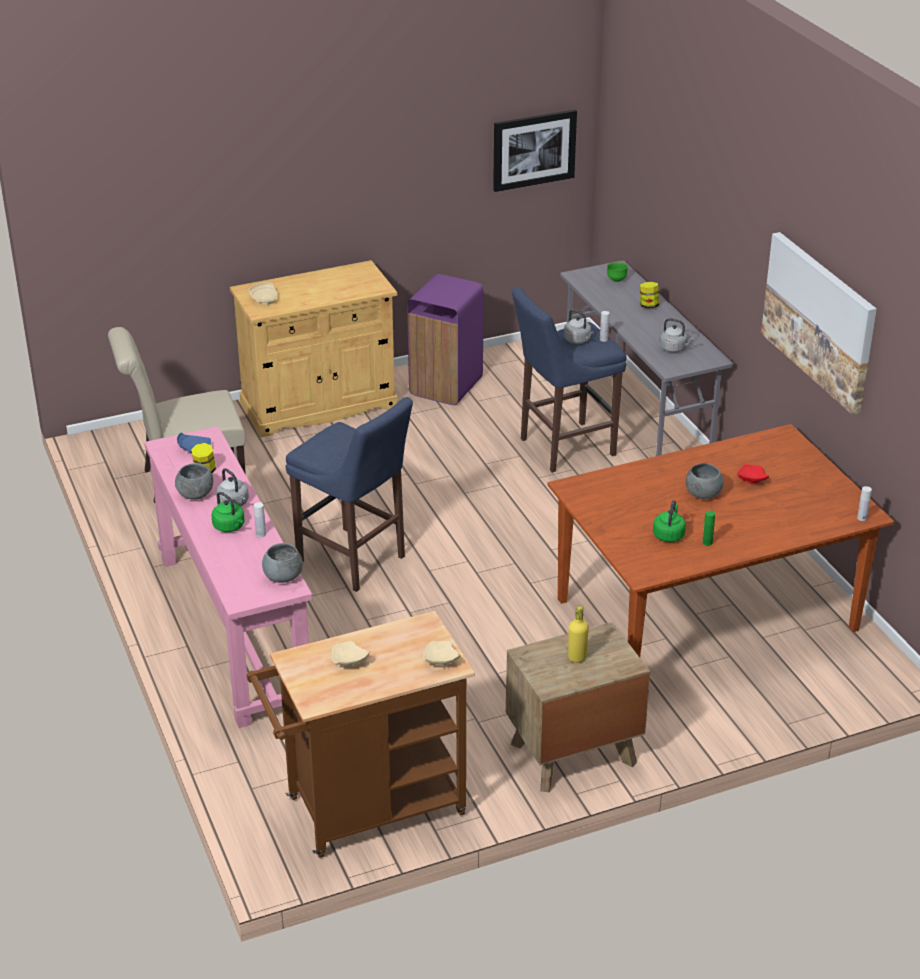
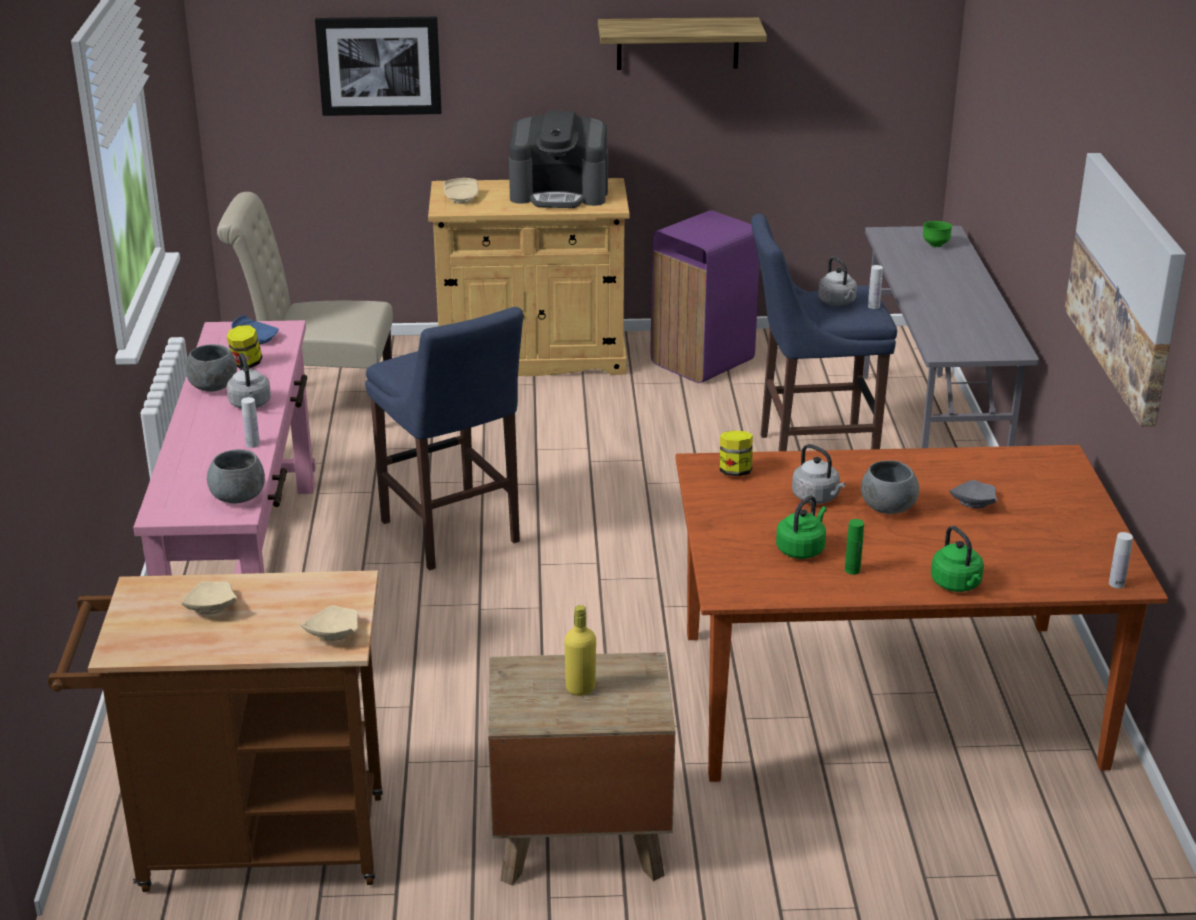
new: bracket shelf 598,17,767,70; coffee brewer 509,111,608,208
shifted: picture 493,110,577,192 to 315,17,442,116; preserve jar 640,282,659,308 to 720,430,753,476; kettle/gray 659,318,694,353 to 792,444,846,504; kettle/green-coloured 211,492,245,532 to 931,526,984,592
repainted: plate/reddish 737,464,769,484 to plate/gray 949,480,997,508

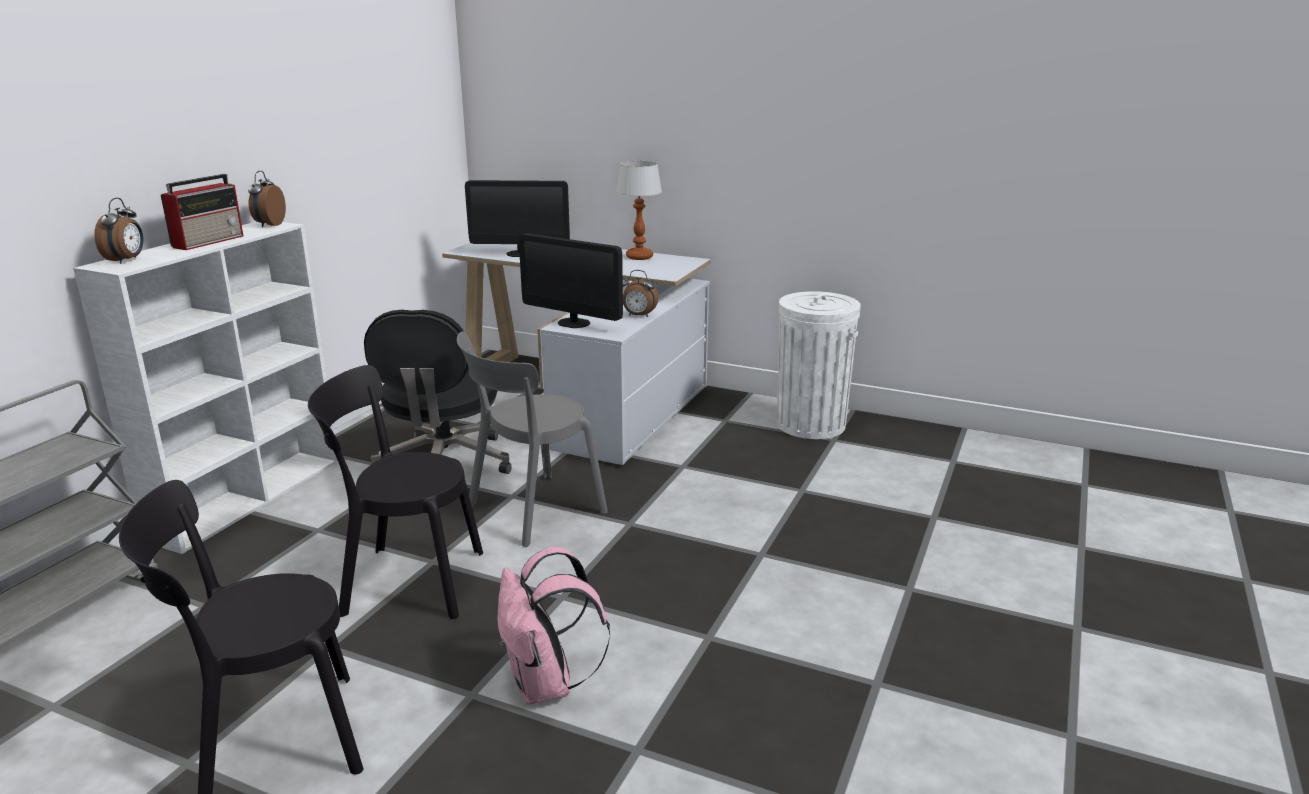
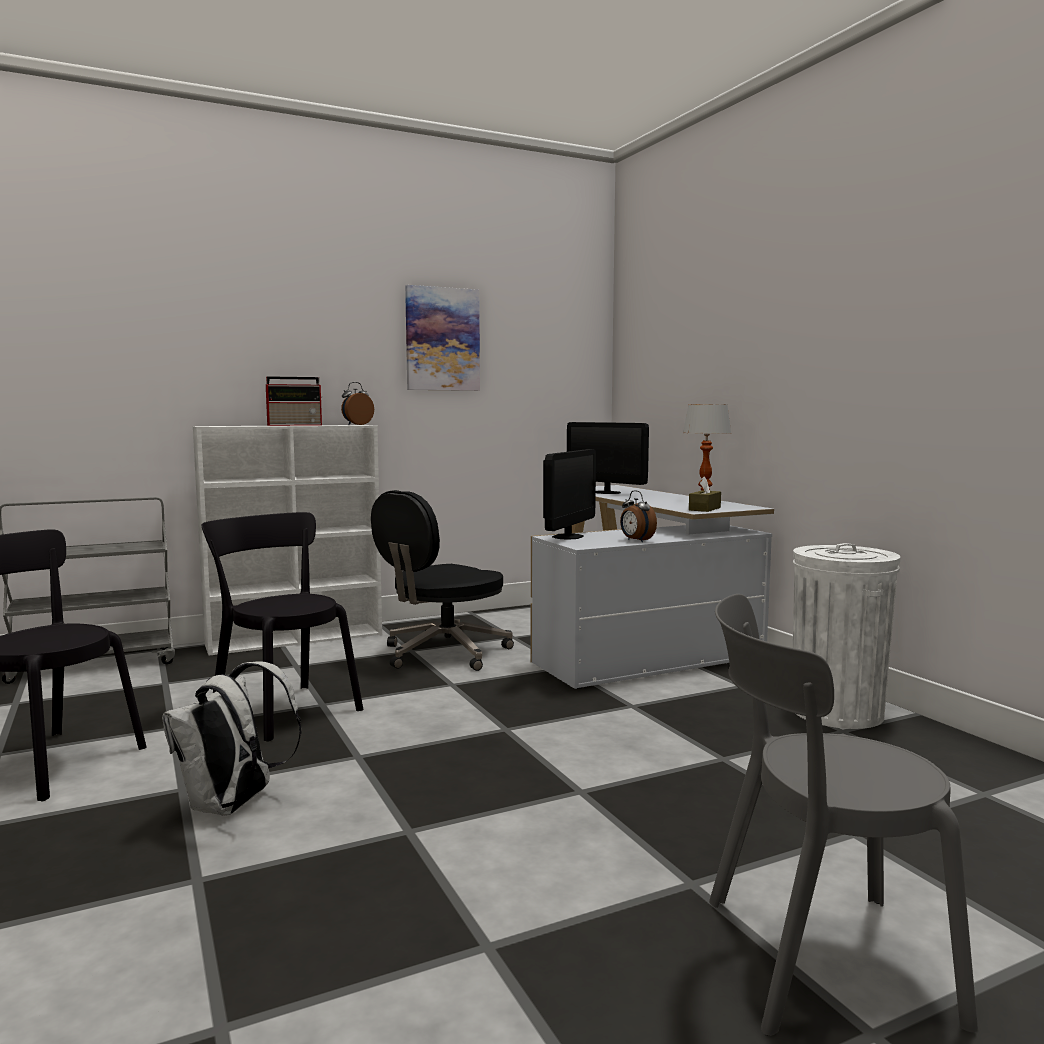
gone: table clock 94,198,143,264
new: picture 405,285,480,391; box of tissues/brownish 689,476,721,512
shifted: chair/gray 457,331,608,547 to 709,594,978,1036
repainted: rucksack/pink 497,547,610,705 to rucksack/white 162,661,302,816
rotated: computer display 519,233,623,328 = 543,449,596,539 135 degrees counterclockwise

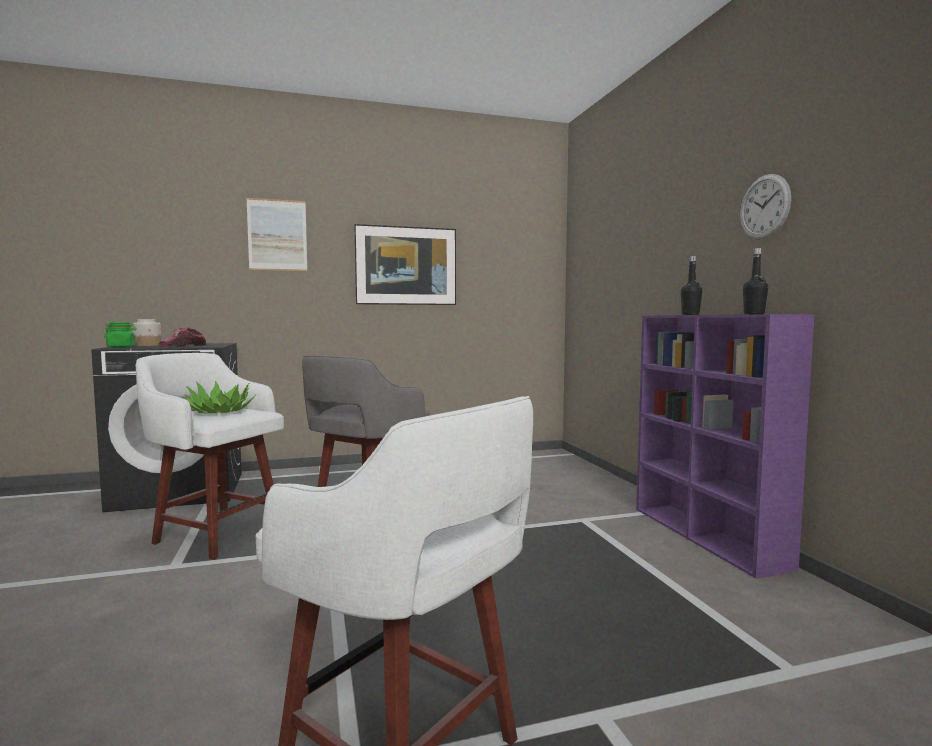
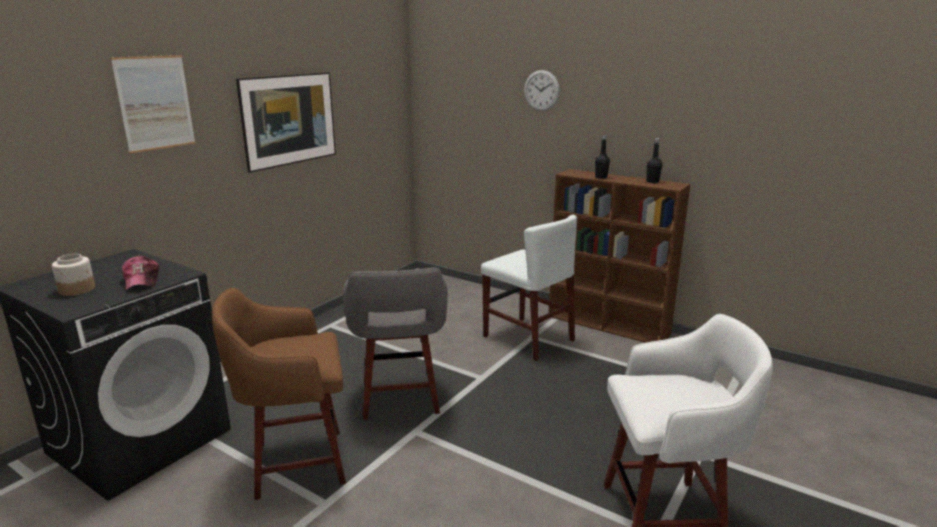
gone: preserve jar/green-coloured 104,322,137,348; houseplant 184,381,257,414
new: chair/white 481,215,577,361
shifted: clock on the wall 740,174,791,239 to 524,70,560,111
repainted: bookshelf/purple-coloured 636,314,814,579 to bookshelf/brownish 549,169,690,343; stool/white 135,353,284,560 to stool/brownish 212,288,346,500

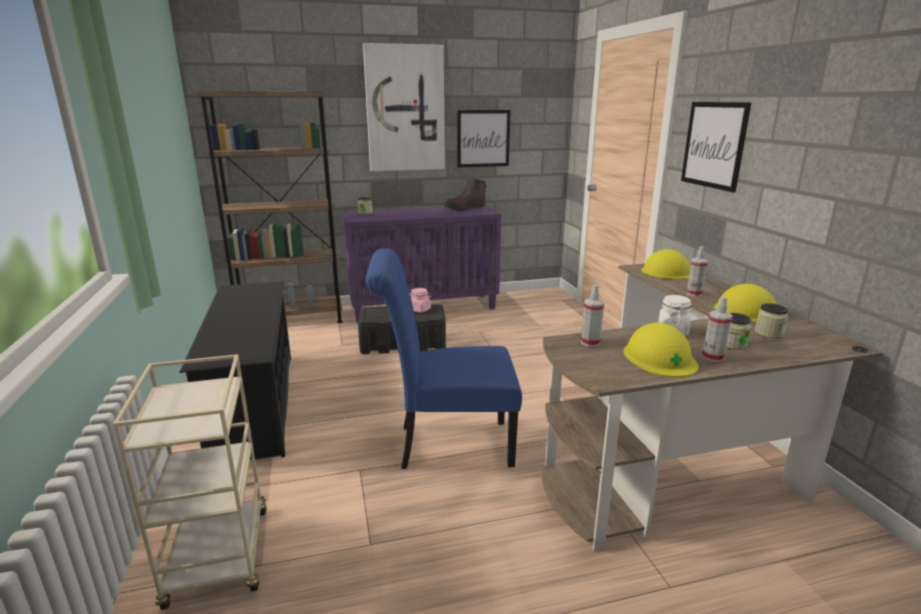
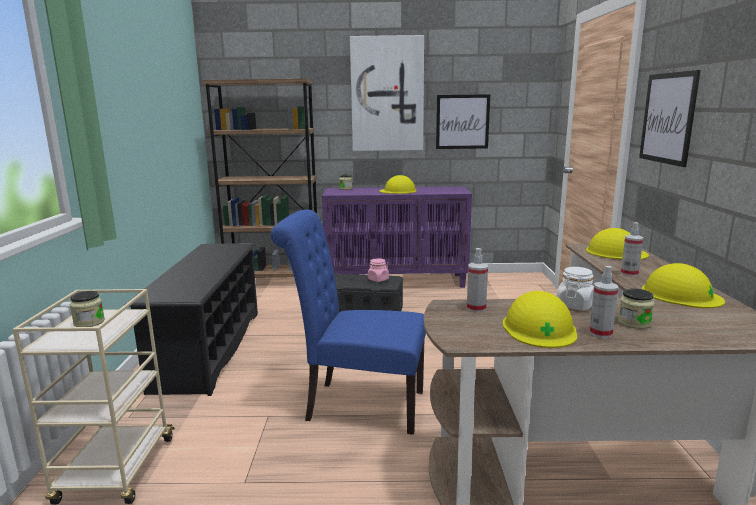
gone: tall boot/brownish 445,178,487,212
new: hard hat/yellow 379,175,417,194
shifted: preserve jar 755,303,788,338 to 70,291,105,327

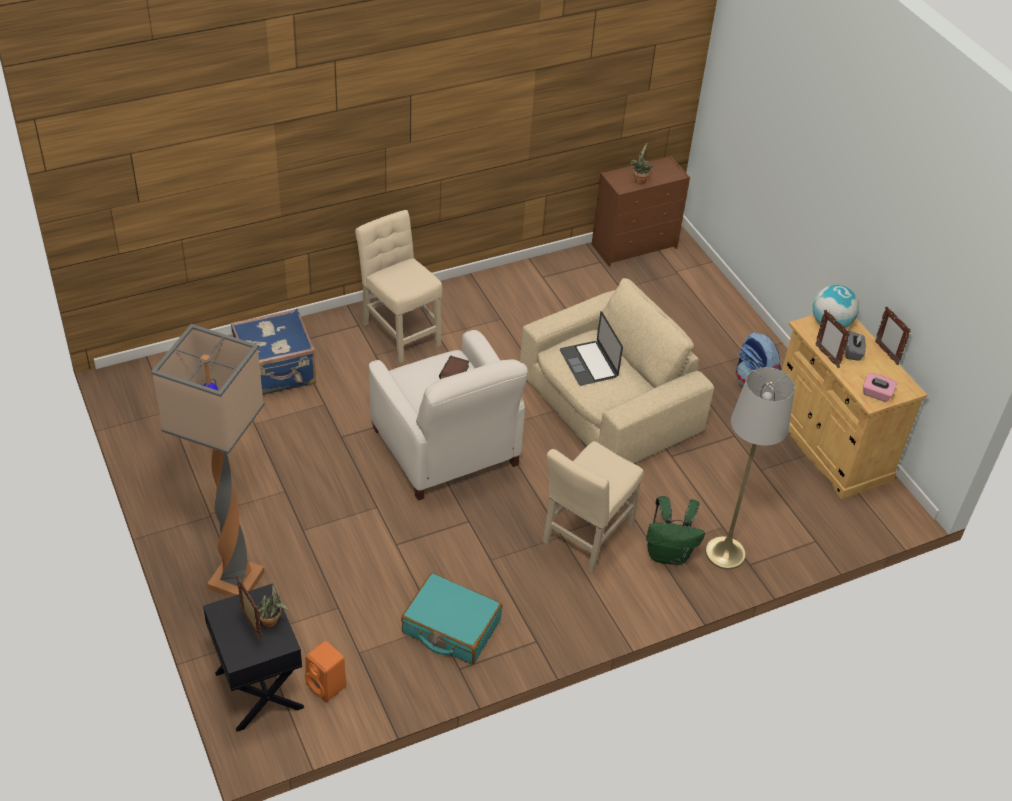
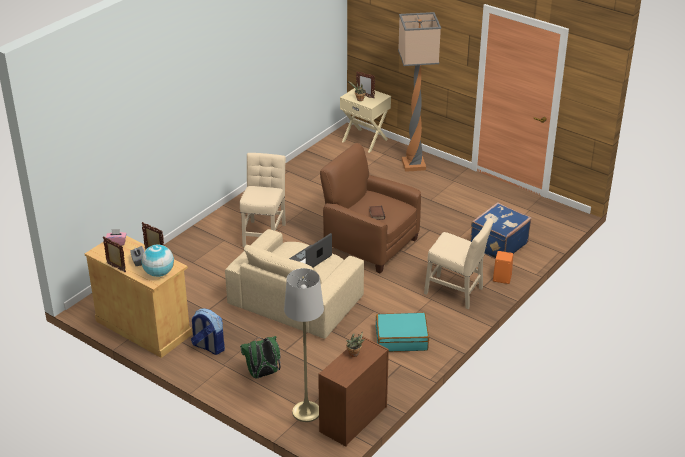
shifted: standing lamp/gray 705,367,795,570 to 284,268,324,422; rucksack/green-coloured 646,496,705,565 to 240,336,280,378; travel case/turquoise 401,573,502,664 to 376,313,429,352; speaker/orange-coloured 305,641,346,702 to 493,251,513,284
repainted: armchair/white 369,330,528,501 to armchair/brownish 320,143,421,273; night table/black-coloured 203,583,304,732 to night table/beige-coloured 340,88,391,153
rotated: portable computer 560,311,623,385 = 289,233,332,268 90 degrees counterclockwise

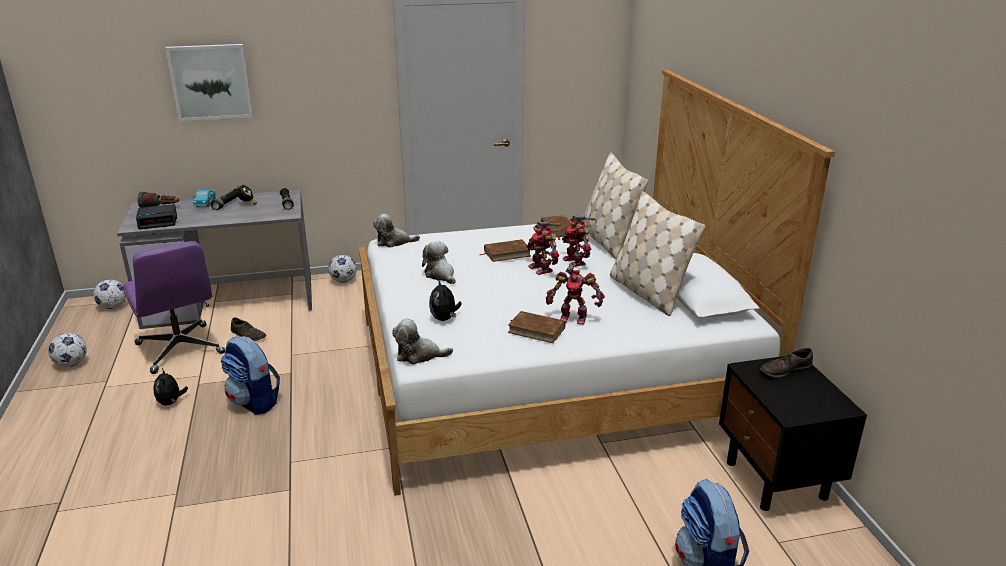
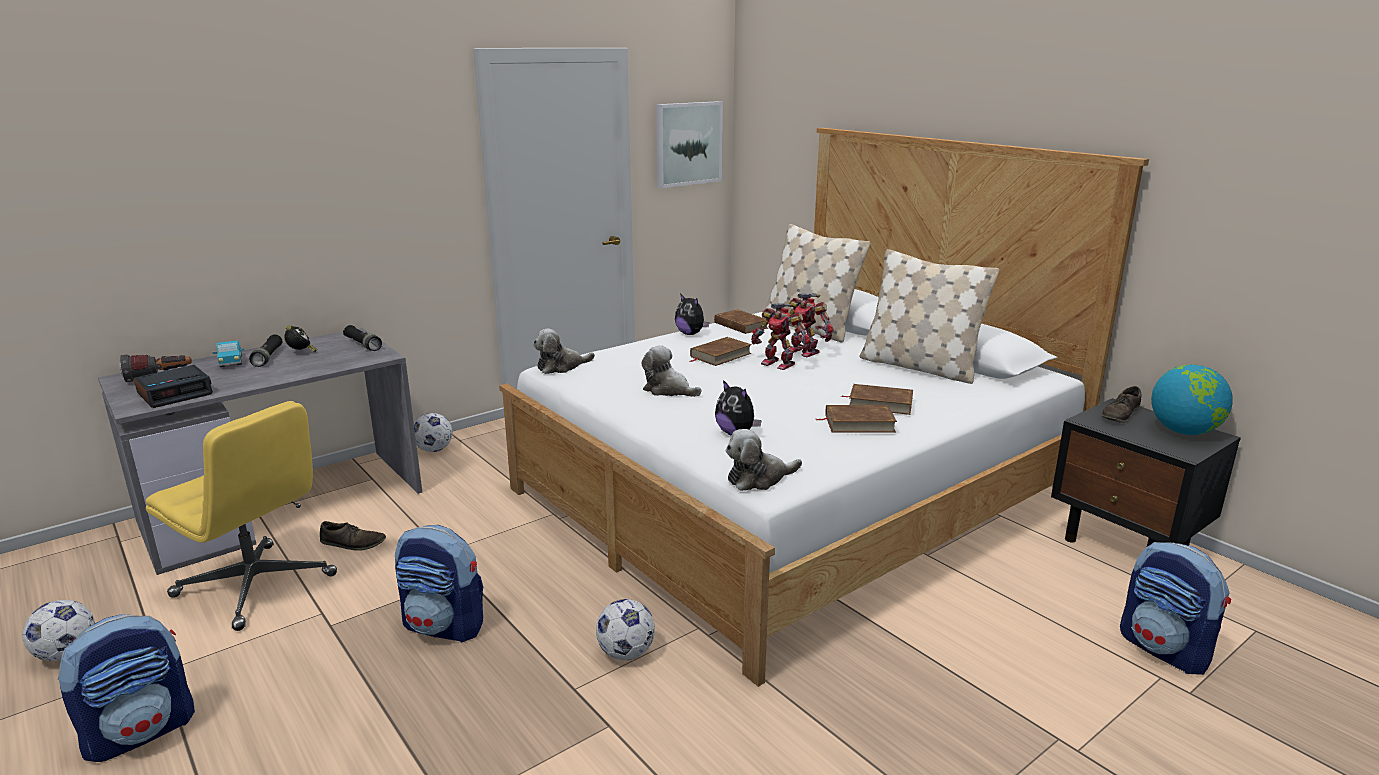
new: globe 1151,364,1233,435; rucksack 58,614,195,762
shifted: picture 165,44,253,121 to 656,101,723,188; football 93,279,126,309 to 596,599,655,660; soft toy 153,368,188,405 to 675,293,709,335
swapped: toy robot 546,263,605,325 to volume/brownish 841,384,913,415
repainted: office chair/purple-coloured 123,241,225,374 to office chair/yellow 146,401,337,631

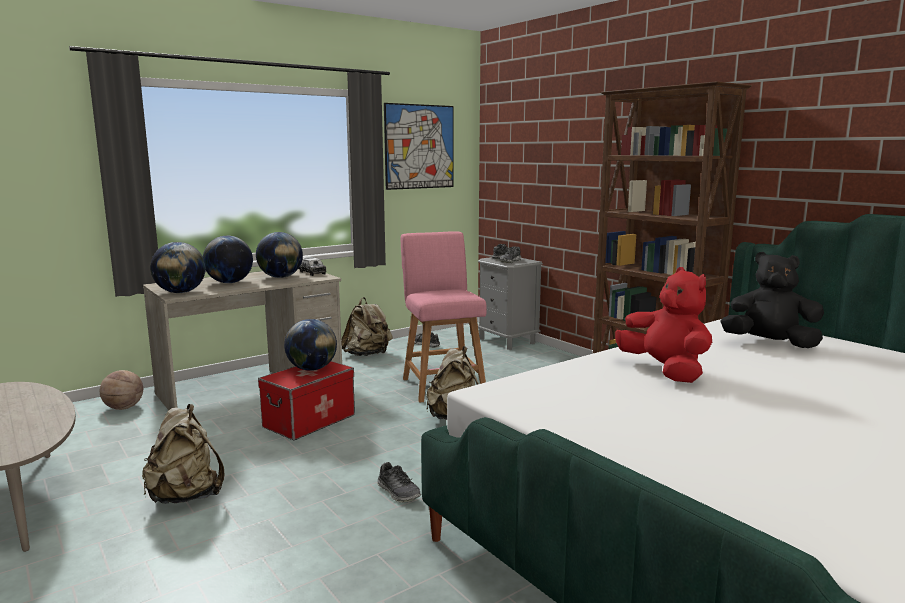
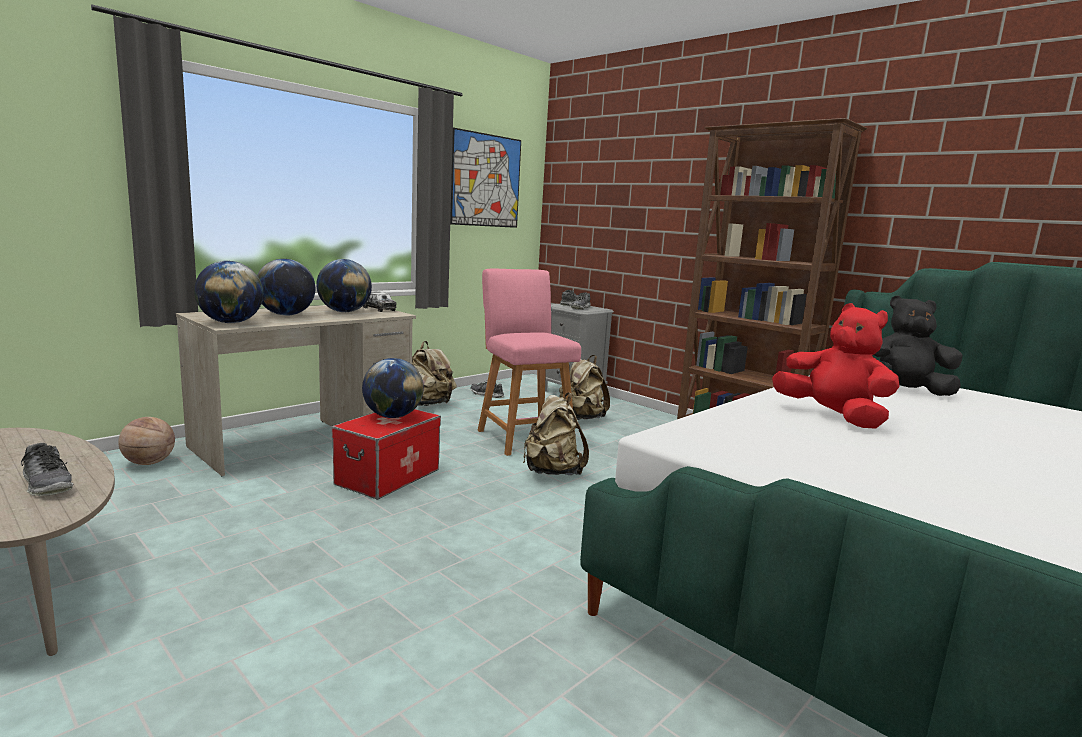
shifted: rucksack/beige-coloured 142,404,224,504 to 559,355,610,420; item of footwear 377,462,421,503 to 21,443,73,496

